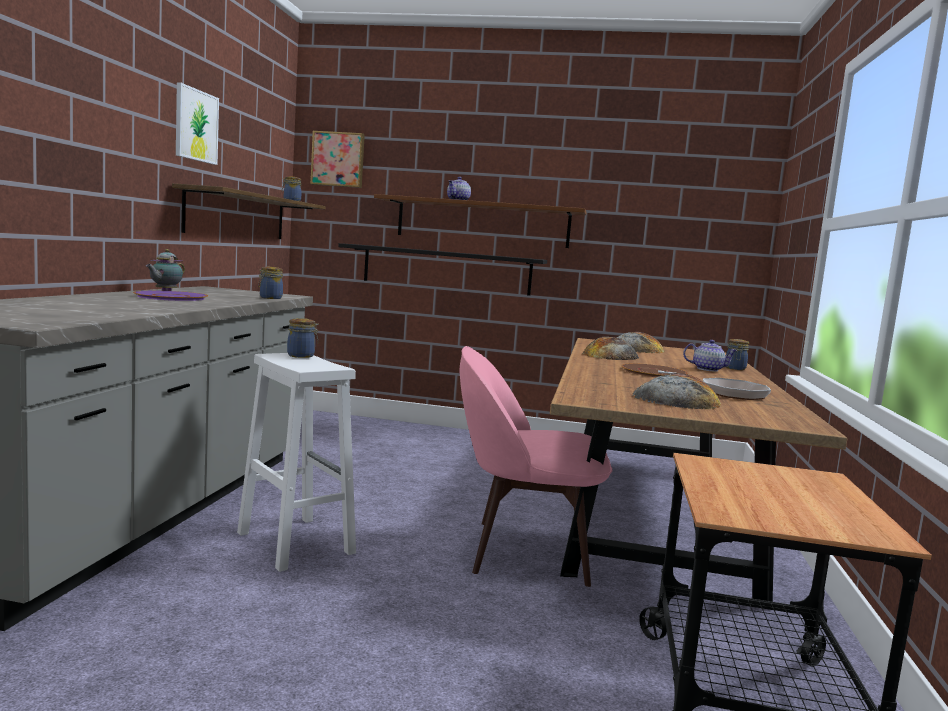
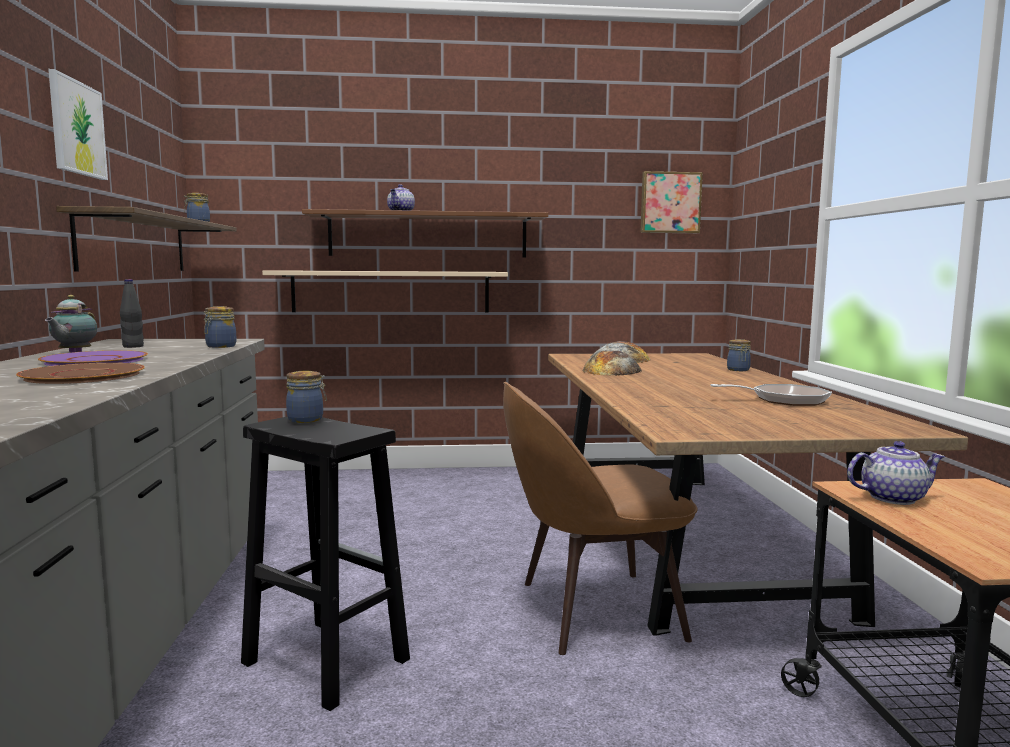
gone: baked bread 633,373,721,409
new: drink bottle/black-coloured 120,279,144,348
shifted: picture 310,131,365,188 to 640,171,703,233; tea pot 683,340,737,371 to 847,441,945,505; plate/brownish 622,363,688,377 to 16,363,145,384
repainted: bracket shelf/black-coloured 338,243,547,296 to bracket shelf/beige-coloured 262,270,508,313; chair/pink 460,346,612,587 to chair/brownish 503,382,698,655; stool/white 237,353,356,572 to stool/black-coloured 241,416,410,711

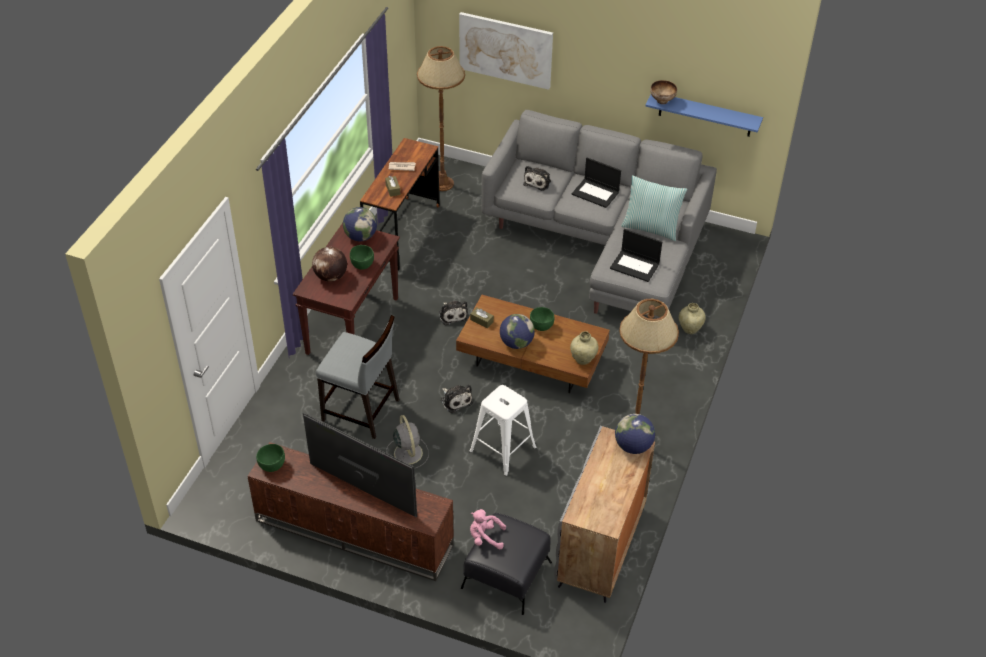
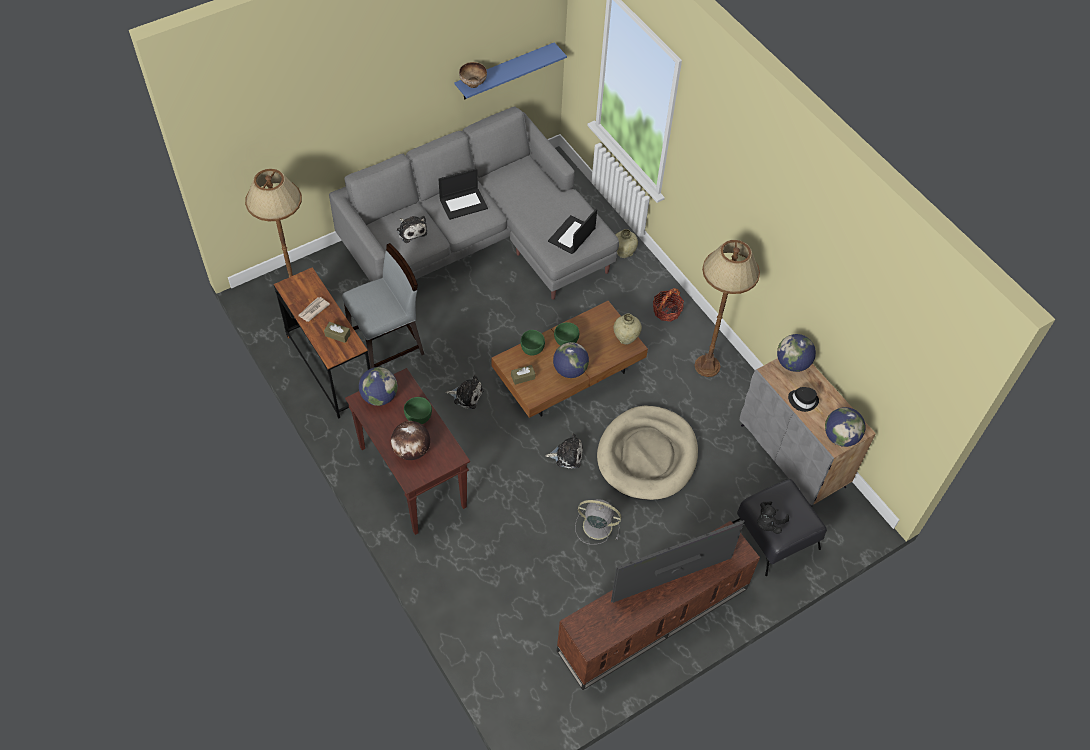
gone: picture 459,12,553,90; pillow 621,175,687,241
new: storage basket 653,288,684,322; wearable hat/black-coloured 788,387,819,412; globe 825,407,866,447
shifted: chair/gray 316,315,400,439 to 342,243,424,369; serving bowl/green-coloured 256,444,285,472 to 521,330,545,356
swapped: stool/white 469,385,537,476 to dog bed/beige-coloured 597,405,698,500
repainted: soft toy/pink 470,509,506,549 to soft toy/black-coloured 757,501,789,534
rotated: portable computer 610,229,662,282 = 548,209,597,254 150 degrees clockwise

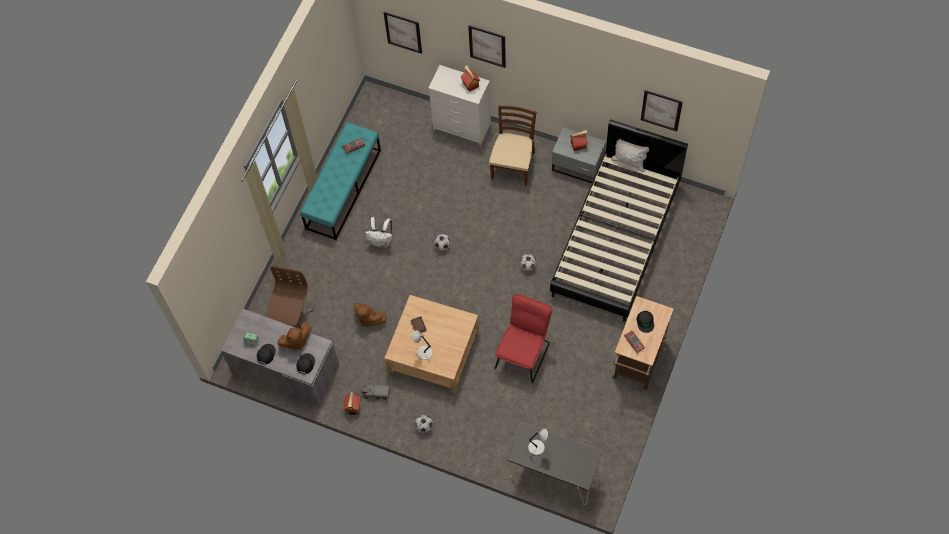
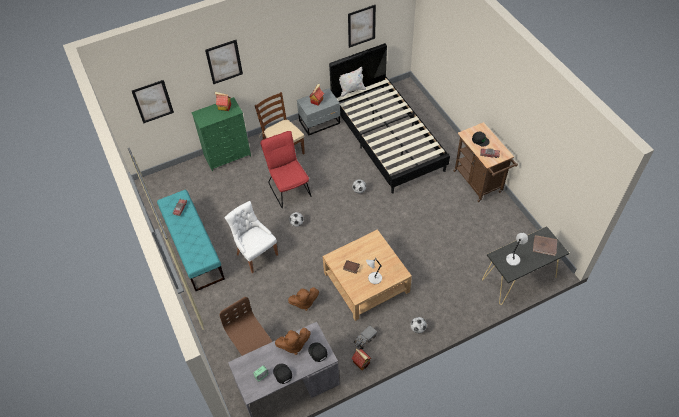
new: volume/brownish 533,235,557,256
shifted: chair/reddish 495,294,553,383 to 260,131,312,208
swapped: rucksack/white 365,217,392,247 to chair/white 225,201,278,273
repainted: dresser/white 428,65,491,146 to dresser/green-coloured 191,97,251,171
rotated: soft toy/brownish 278,322,312,351 = 275,328,311,355 60 degrees clockwise

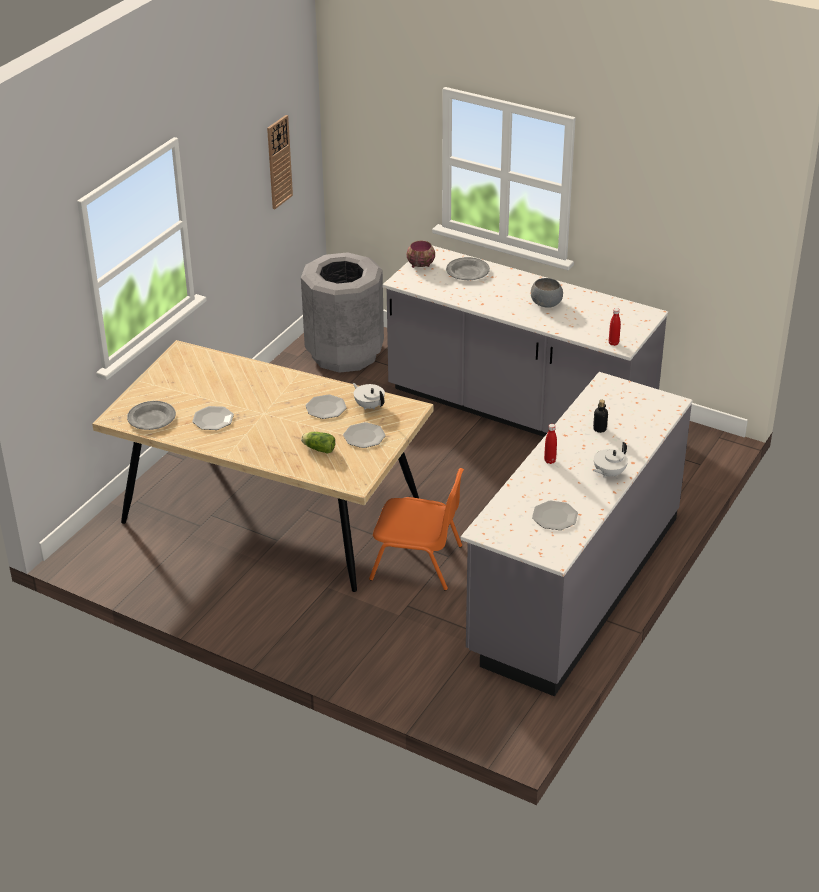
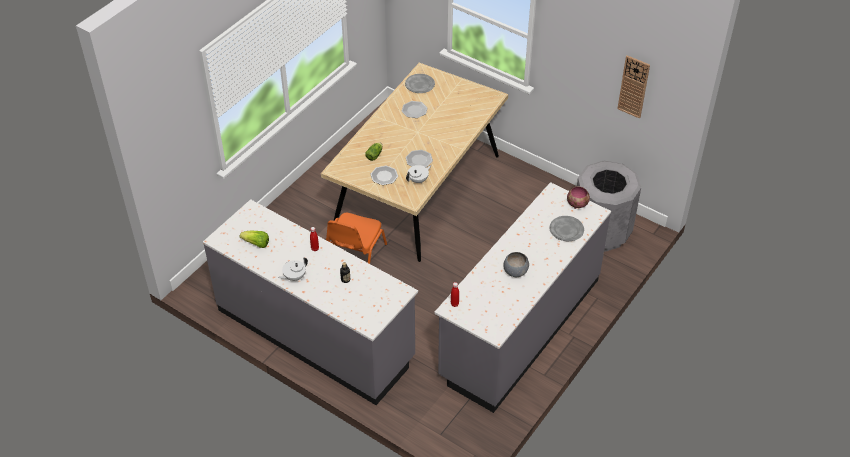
swapped: plate 532,501,578,530 to lettuce head 240,231,269,248
rotated: tea pot/white 593,442,628,477 = 279,257,308,281 90 degrees counterclockwise

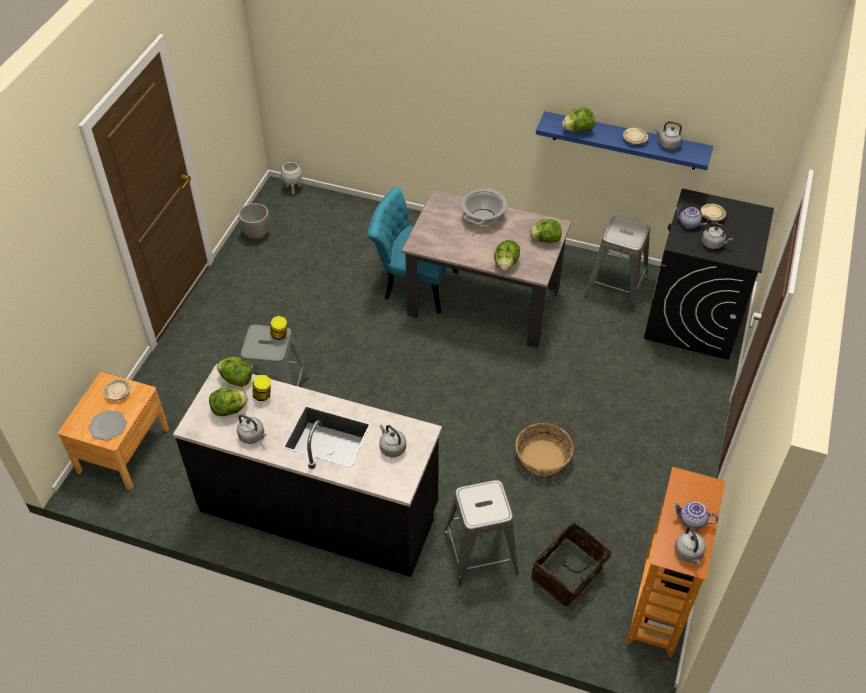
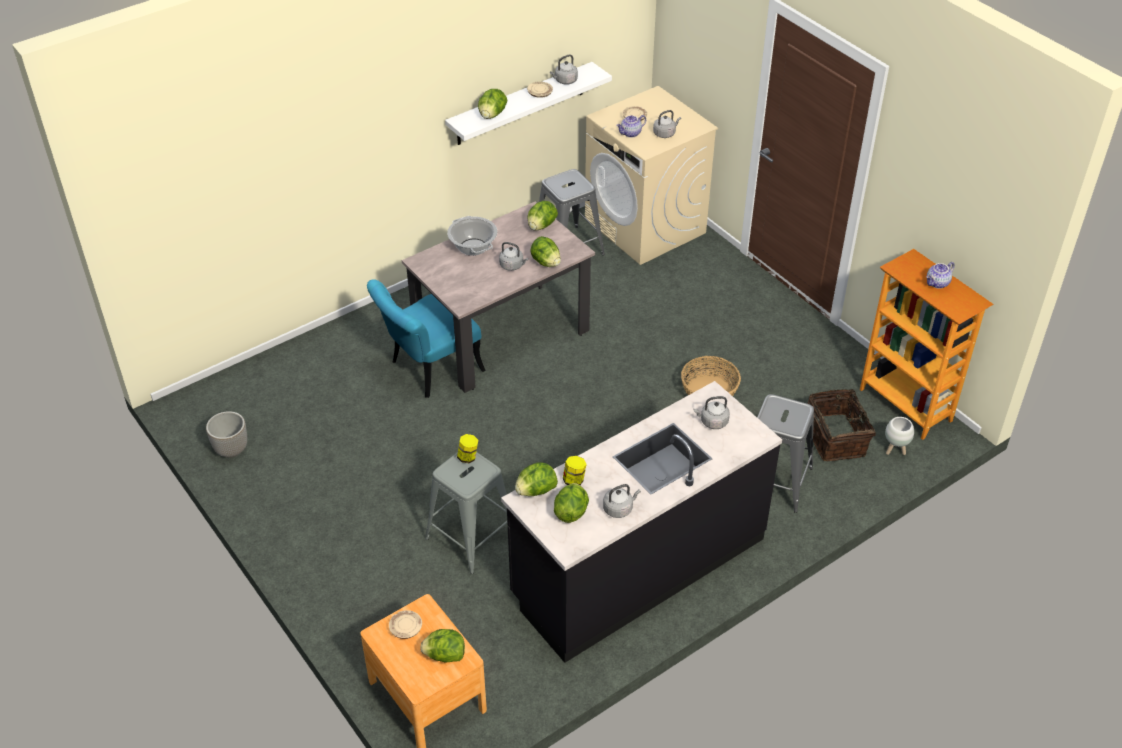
shifted: plant pot/white 281,162,302,194 to 885,417,914,455; kettle/gray 674,527,706,564 to 499,242,528,271
swapped: plate 88,410,127,441 to lettuce head 420,629,465,663
repainted: bracket shelf/blue 536,111,713,170 to bracket shelf/white 445,62,612,145; laundry appliance/black-coloured 644,189,774,360 to laundry appliance/beige-coloured 585,86,718,265

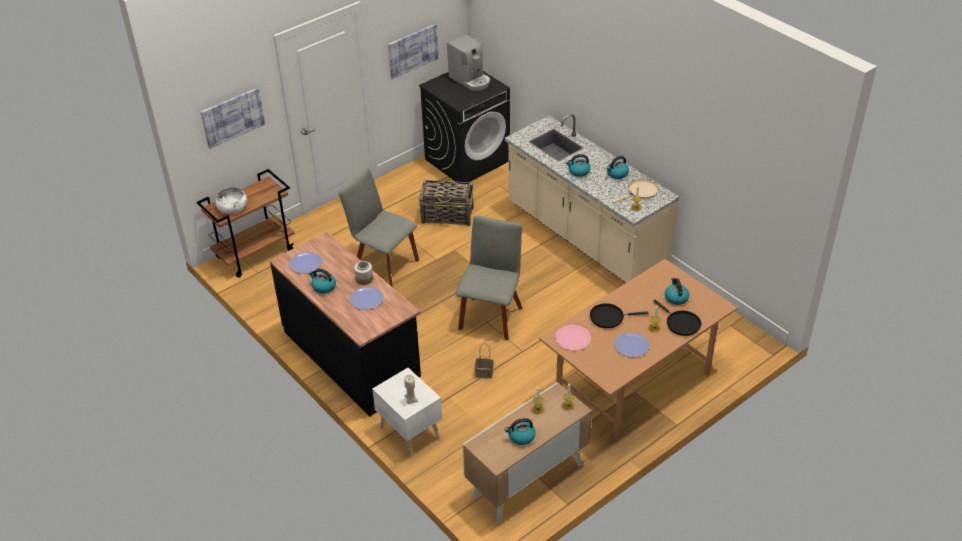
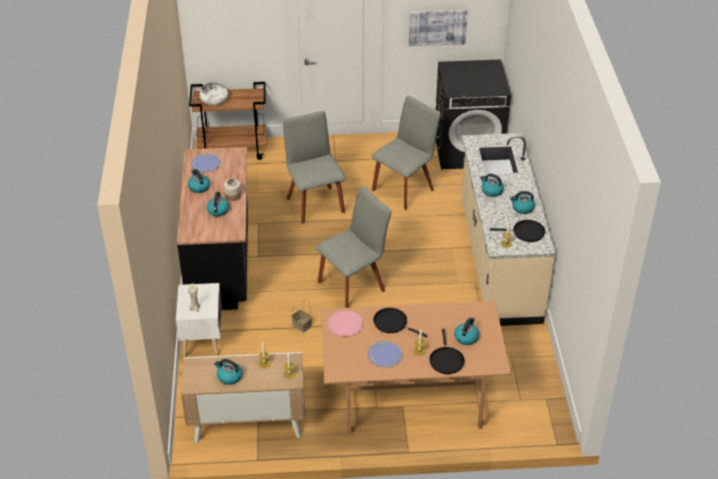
gone: coffee brewer 447,34,490,91; picture 201,88,265,149
swapped: storage basket 418,180,474,226 to chair/gray 372,96,441,210; plate 349,286,384,310 to kettle 206,192,229,216
repainted: skillet/beige-coloured 612,179,659,203 to skillet/black-coloured 490,220,545,242

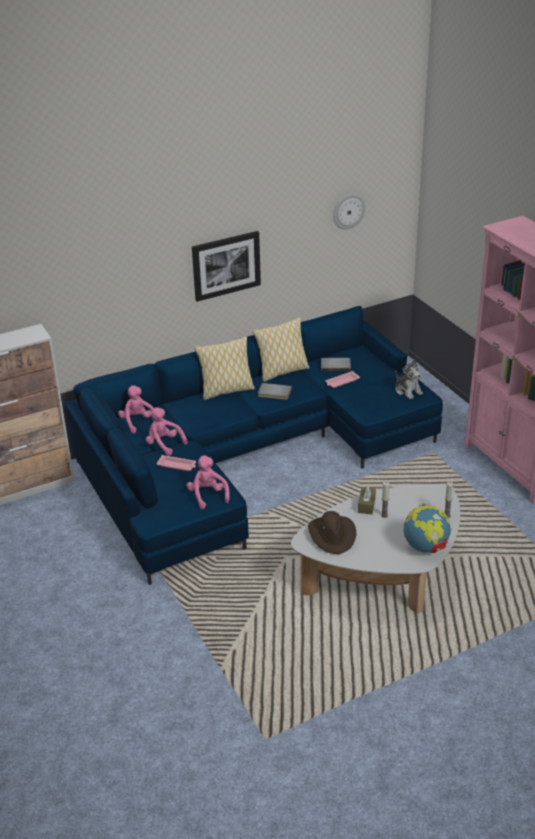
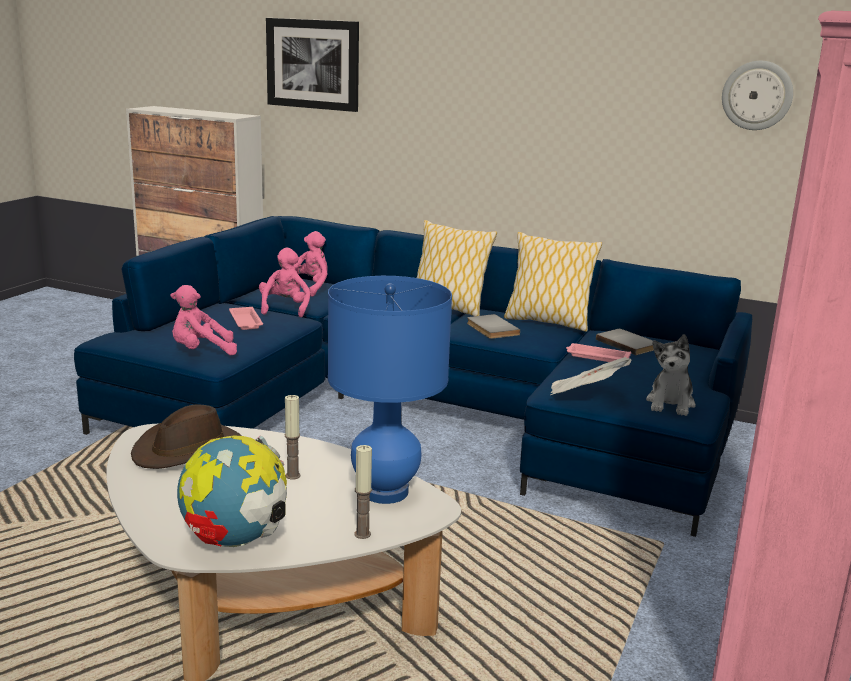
gone: box of tissues/brownish 358,485,376,514
new: table lamp/blue 328,276,452,504; printed paper 550,357,632,395
shifted: picture 192,231,261,302 to 266,18,359,112
rotated: soft toy/pink 186,455,230,509 = 171,285,237,356 135 degrees counterclockwise

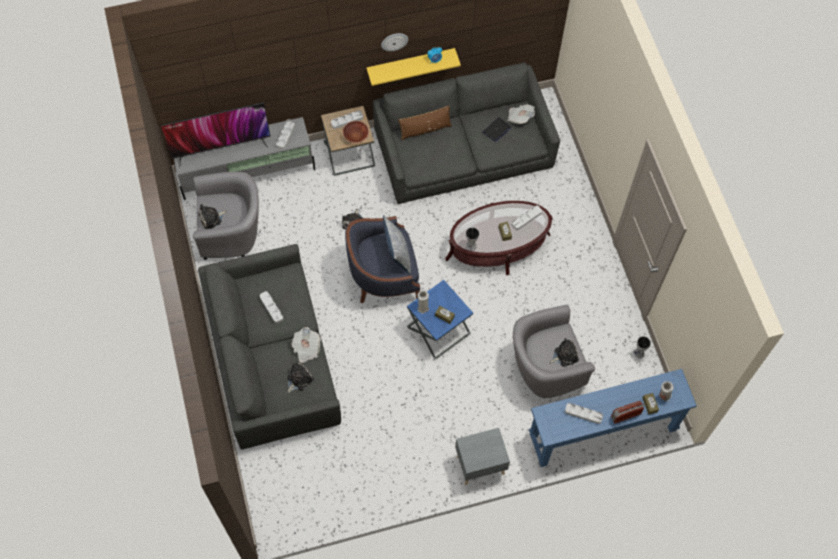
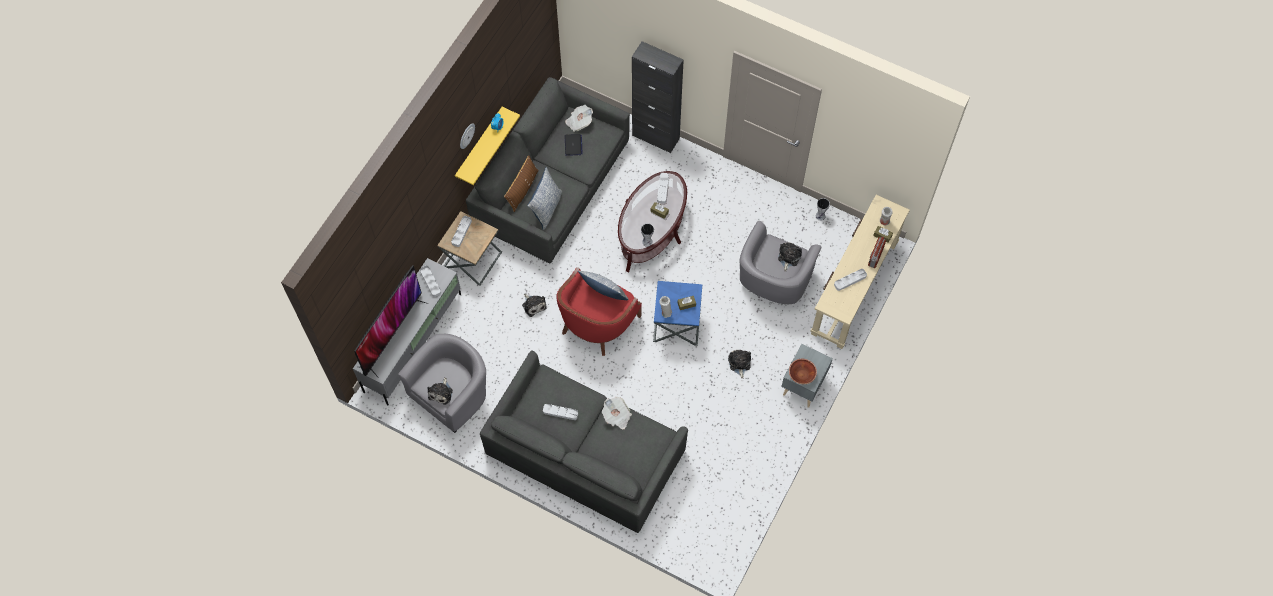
new: storage cabinet/black-coloured 632,41,684,153; pillow 527,167,562,230
shifted: serving bowl/brownish 342,121,369,143 to 789,359,817,384; soft toy 287,363,314,393 to 728,350,751,379
repainted: armchair/blue 345,216,420,304 to armchair/reddish 556,267,642,356; hall table/blue 529,369,697,467 to hall table/beige-coloured 810,195,910,349

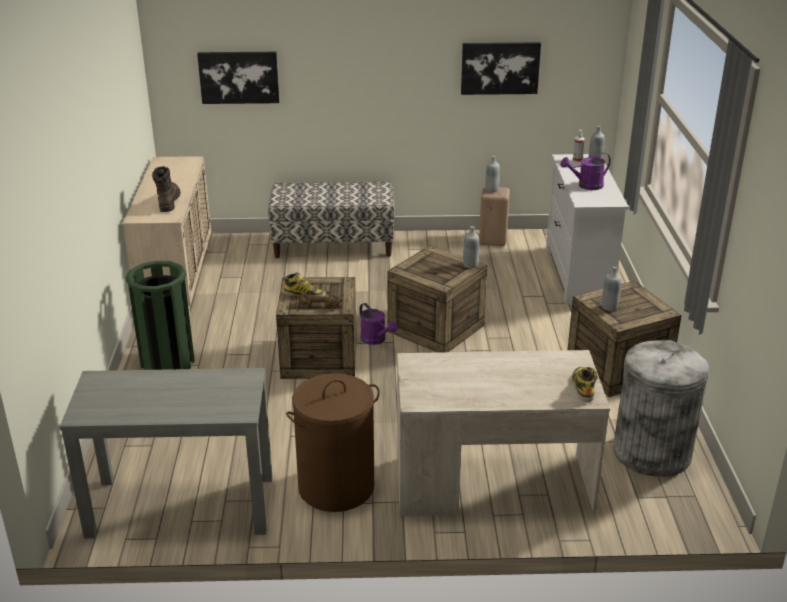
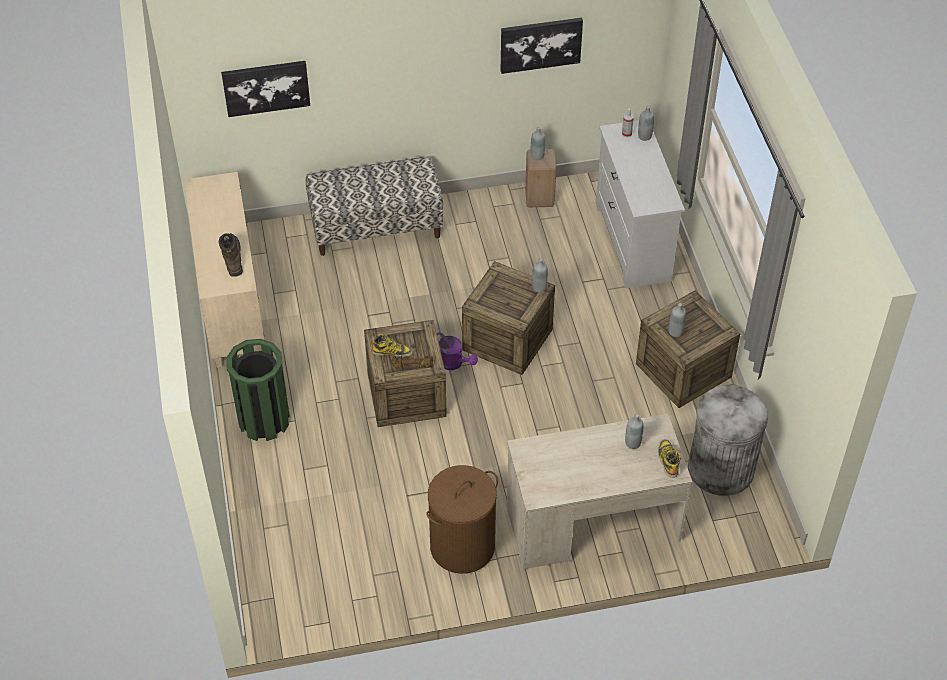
gone: watering can/purple-coloured 560,152,611,190; hall table/gray 60,368,272,538
new: drink bottle/gray 625,414,643,449

